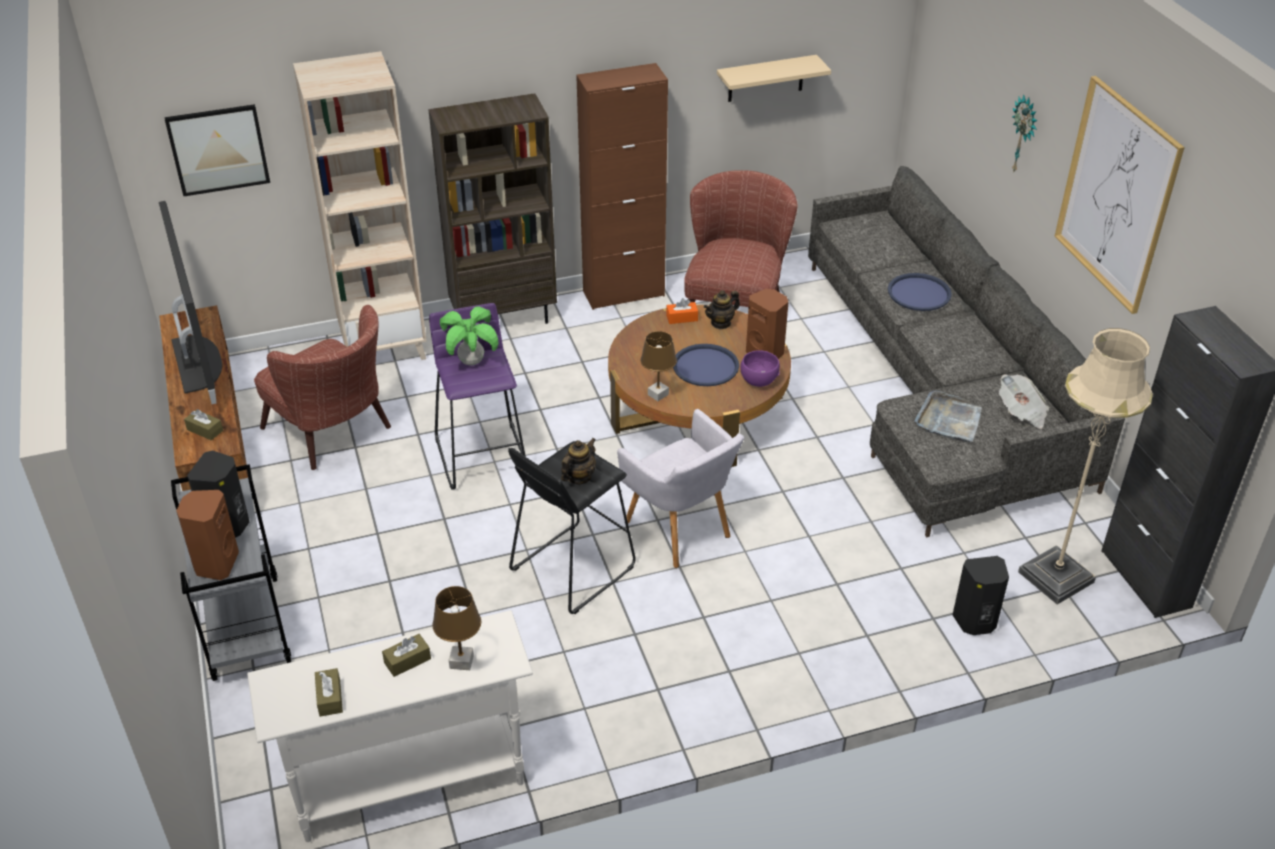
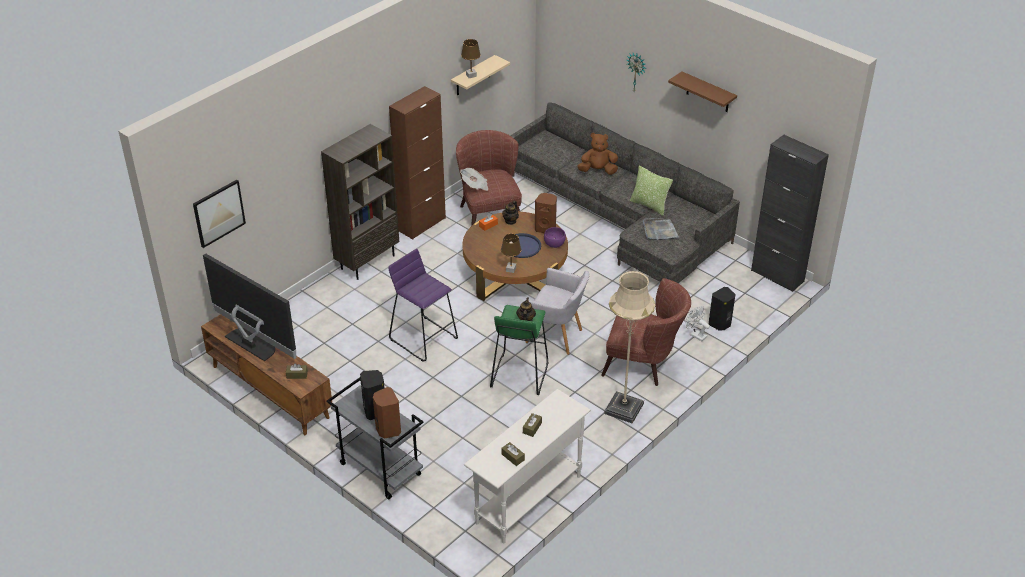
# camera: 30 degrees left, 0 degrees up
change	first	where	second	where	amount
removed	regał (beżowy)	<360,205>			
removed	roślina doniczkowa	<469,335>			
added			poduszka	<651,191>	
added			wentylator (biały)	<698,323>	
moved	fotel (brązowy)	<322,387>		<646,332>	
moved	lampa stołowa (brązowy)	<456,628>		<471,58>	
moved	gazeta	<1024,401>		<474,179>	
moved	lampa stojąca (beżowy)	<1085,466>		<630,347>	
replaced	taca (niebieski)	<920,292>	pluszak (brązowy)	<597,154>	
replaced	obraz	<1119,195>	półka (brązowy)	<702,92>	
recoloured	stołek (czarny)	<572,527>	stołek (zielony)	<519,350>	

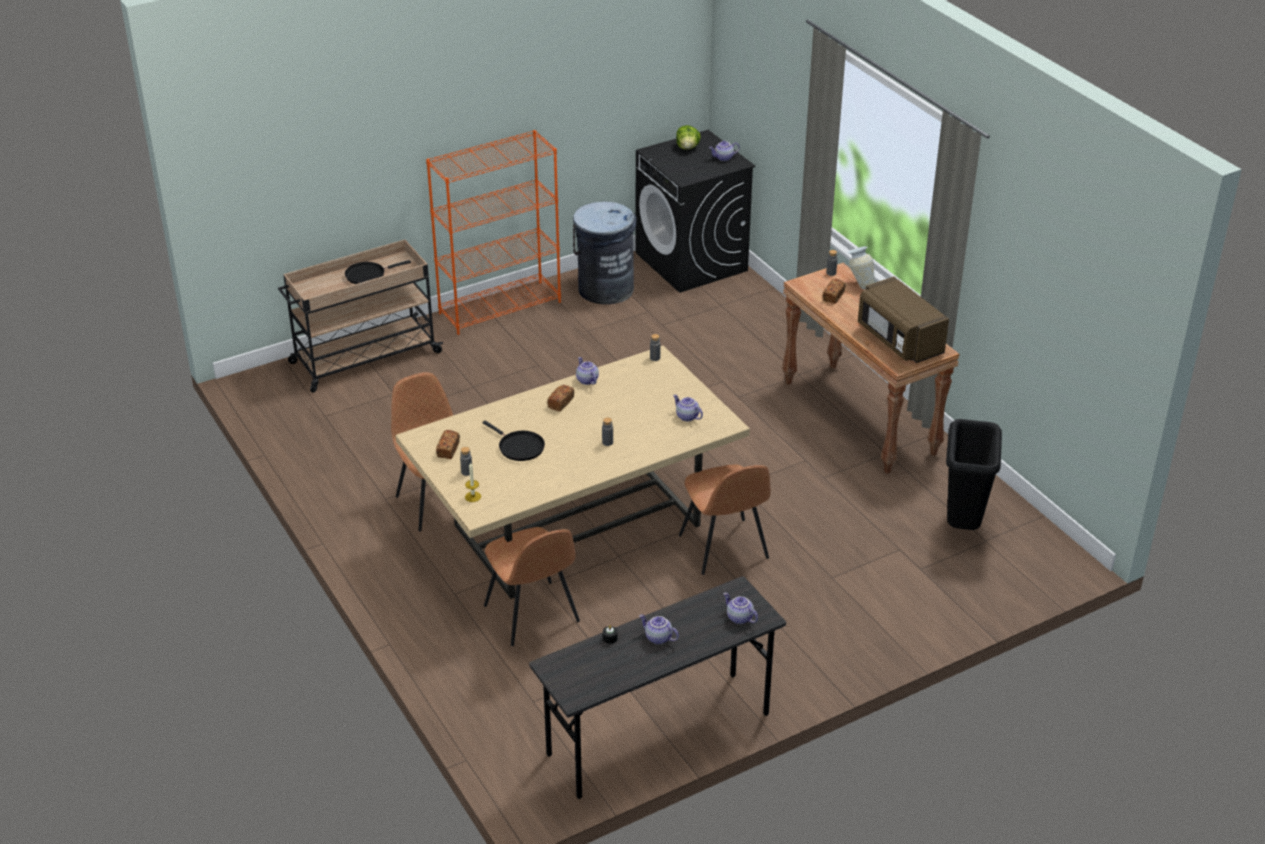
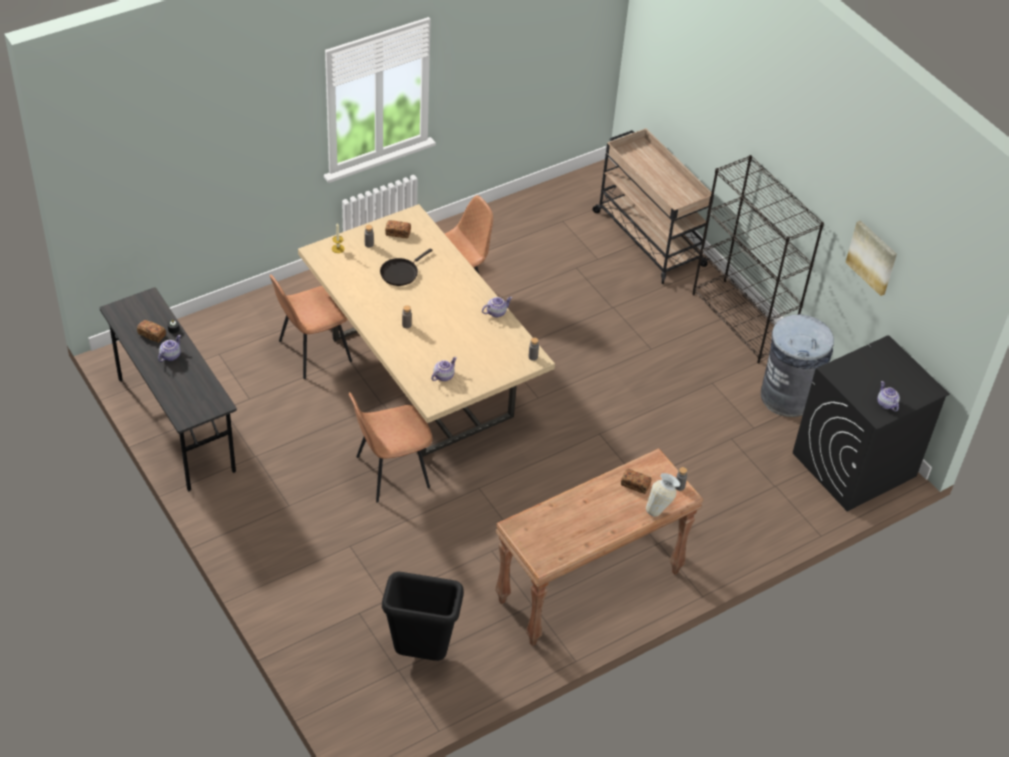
# camera: 85 degrees right, 10 degrees up
change	first	where	second	where	amount
removed	patelnia (czarny)	<378,272>			
removed	sałata	<688,137>			
removed	imbryk	<740,608>			
removed	mikrofalówka (brązowy)	<903,320>			
added			obraz	<871,258>	
moved	chleb	<560,398>		<151,331>	
recoloured	regał (pomarańczowy)	<493,232>	regał (czarny)	<758,259>	

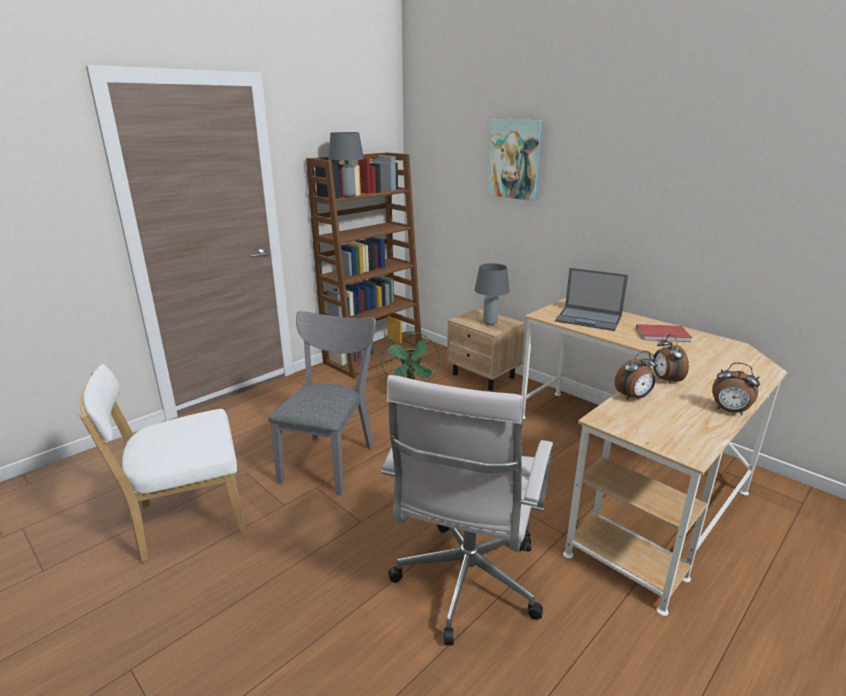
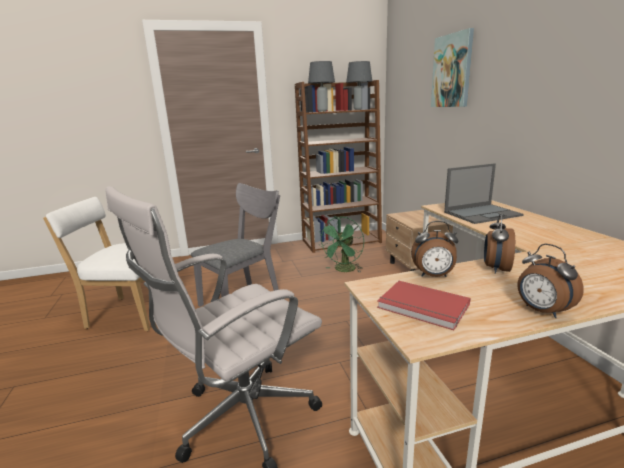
# camera: 30 degrees right, 5 degrees down
change	first	where	second	where	amount
moved	lampa stołowa (szary)	<492,294>		<359,85>	
moved	książka (czerwony)	<664,333>		<423,305>	
turned	laptop	<591,299>		<484,193>	75 degrees counterclockwise

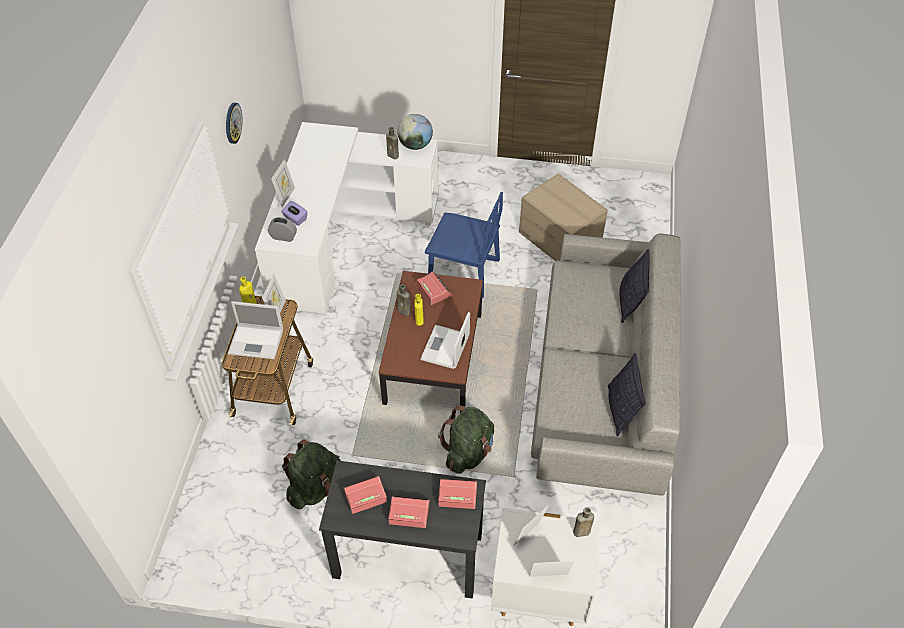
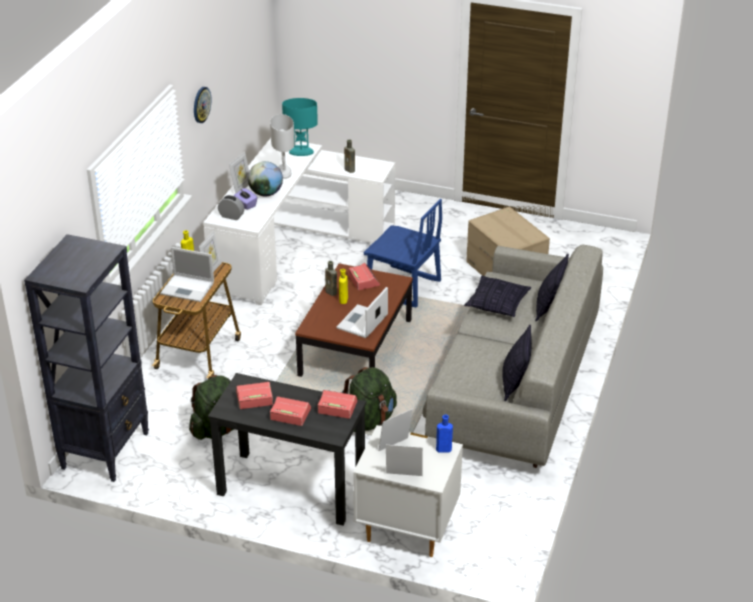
# camera: 10 degrees right, 15 degrees down
change	first	where	second	where	amount
added			regał (czarny)	<86,358>	
added			lampa stołowa (biały)	<282,146>	
added			lampa stołowa (turkusowy)	<300,127>	
added			poduszka	<497,296>	
moved	globus	<415,132>		<265,178>	
recoloured	butelka (brązowy)	<583,522>	butelka (niebieski)	<444,434>	

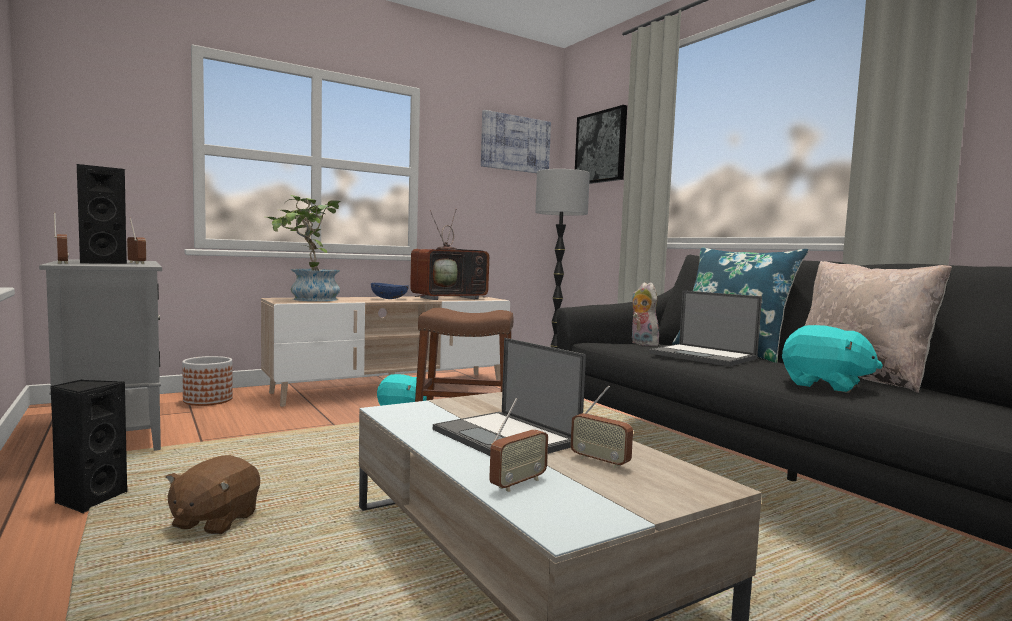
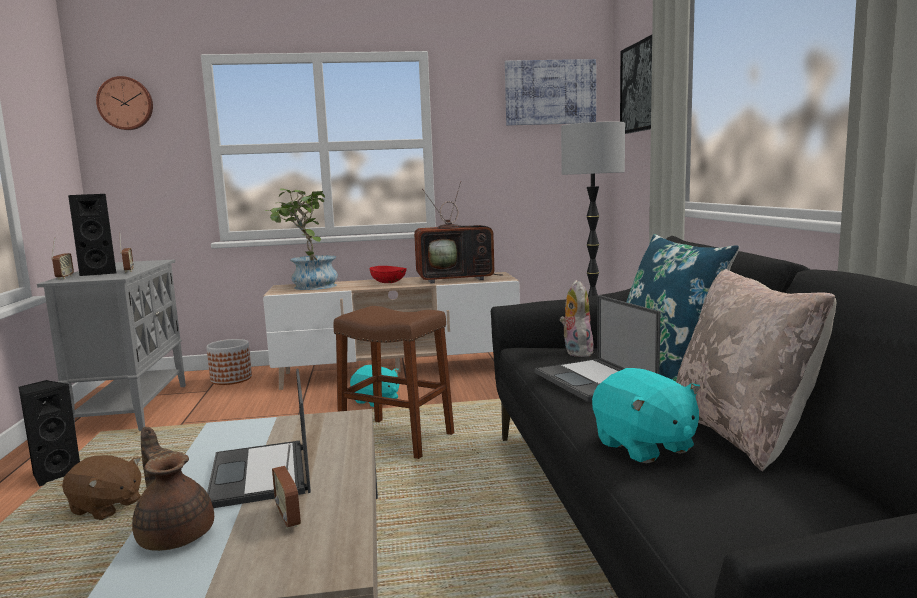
# camera: 25 degrees right, 5 degrees up
change	first	where	second	where	amount
added			zegar ścienny	<124,103>	
replaced	radio	<518,445>	imbryk (brązowy)	<173,489>	
recoloured	miska (niebieski)	<390,291>	miska (czerwony)	<388,274>	
turned	pluszak (brązowy)	<212,494>		<101,487>	105 degrees counterclockwise

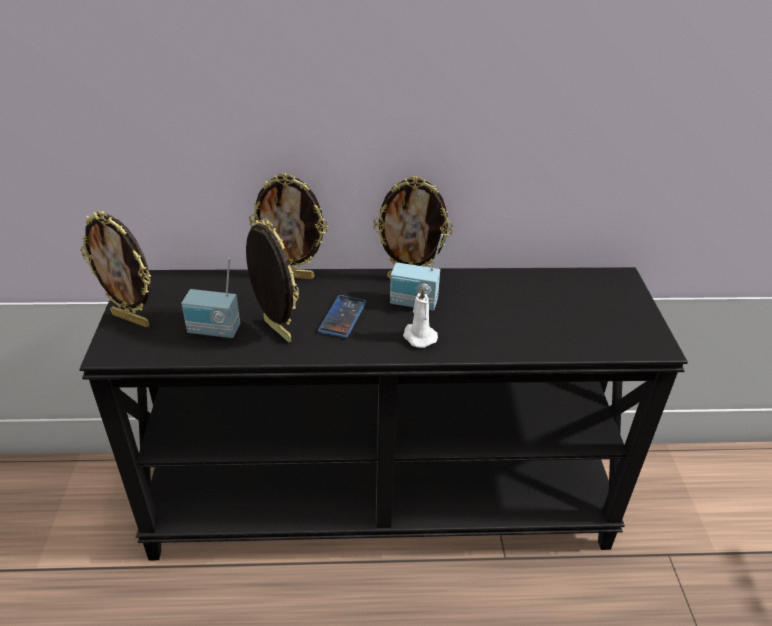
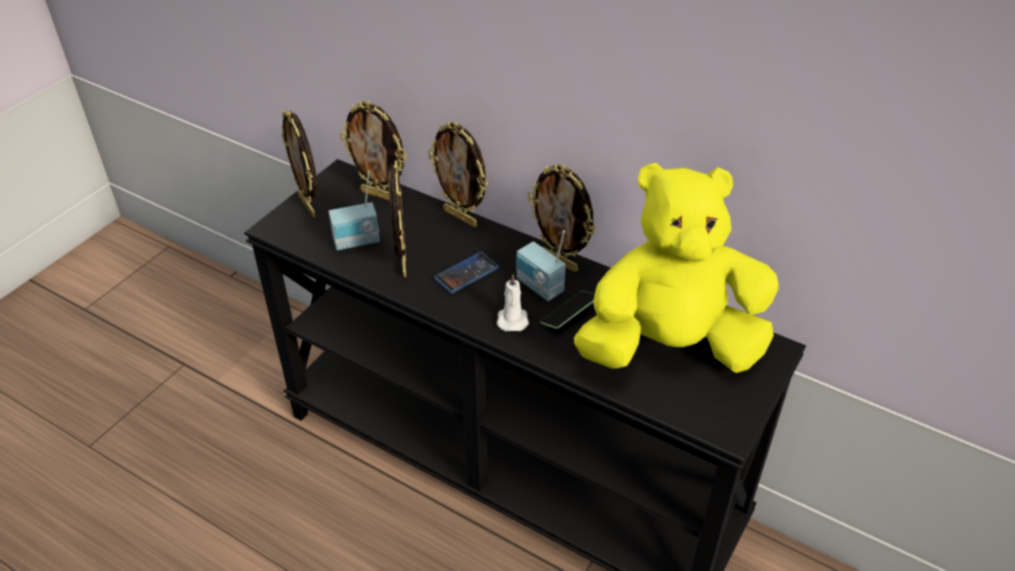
# camera: 35 degrees right, 5 degrees up
change	first	where	second	where	amount
added			ramka na zdjęcie	<373,151>	
added			telefon	<567,310>	
added			pluszak (żółty)	<676,268>	
turned	radio	<210,298>		<354,210>	60 degrees counterclockwise

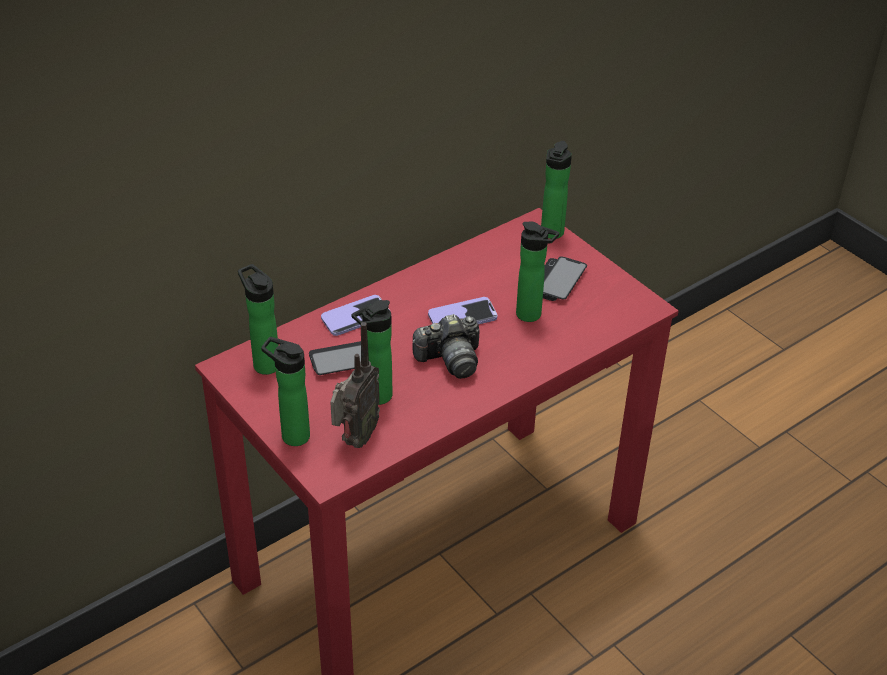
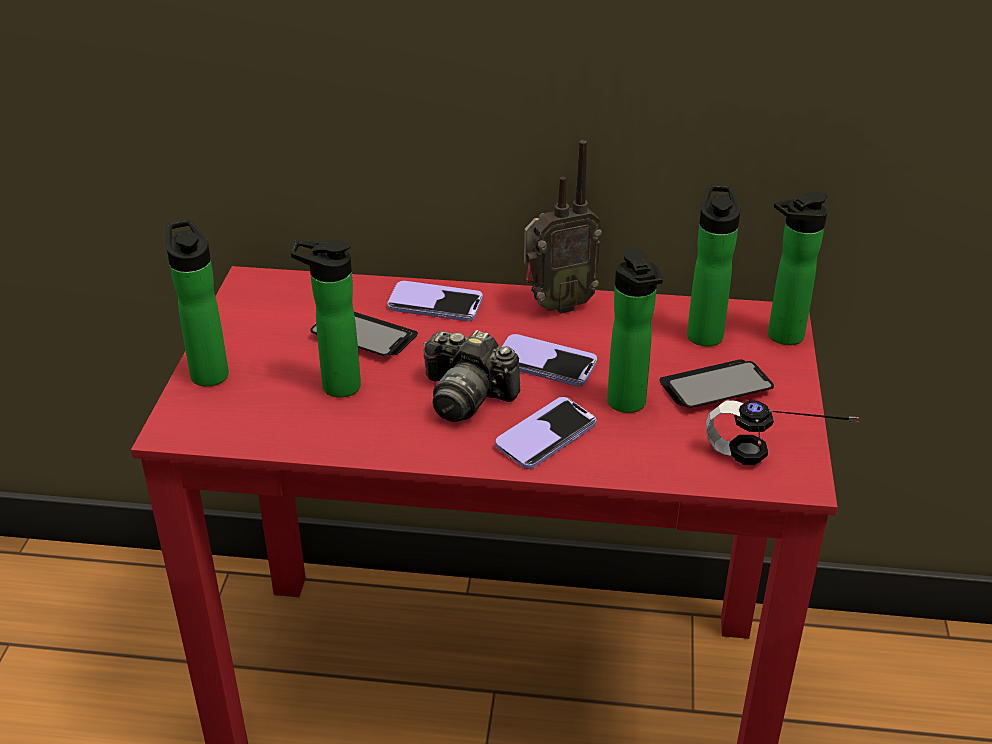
# camera: 45 degrees right, 5 degrees down
change	first	where	second	where	amount
added			telefon	<545,433>	
added			słuchawki	<782,433>	
moved	butelka	<258,319>		<714,265>	
moved	radio	<355,385>		<563,227>	

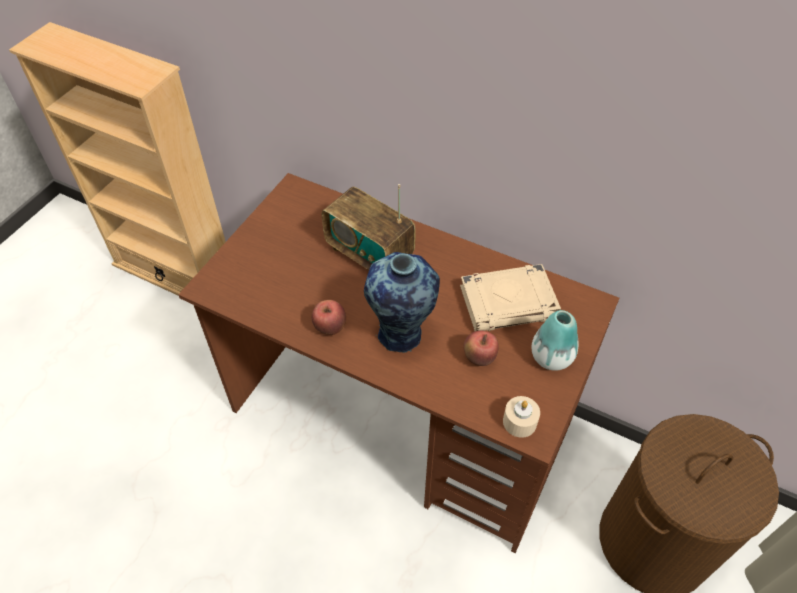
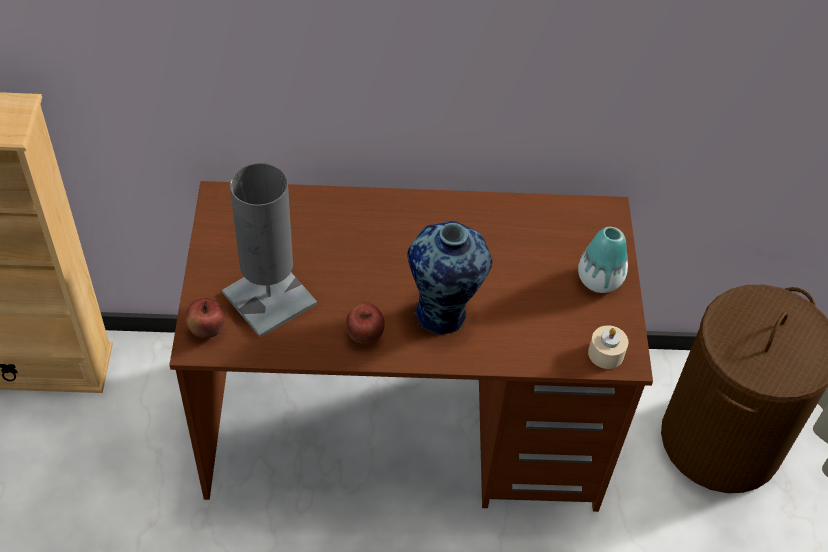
# camera: 30 degrees left, 0 degrees up
change	first	where	second	where	amount
removed	radio	<369,227>			
removed	książka (beżowy)	<510,297>			
added			lampa stołowa (szary)	<269,250>	
moved	jabłko	<481,348>		<205,318>	

